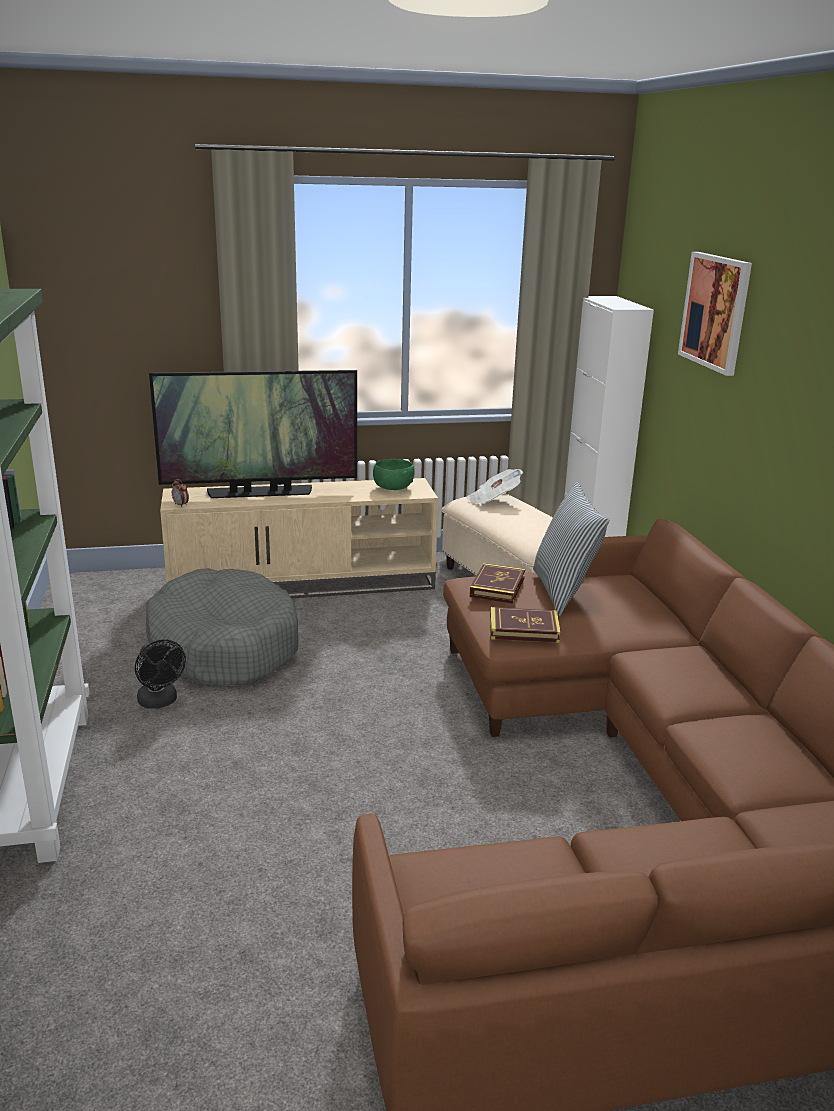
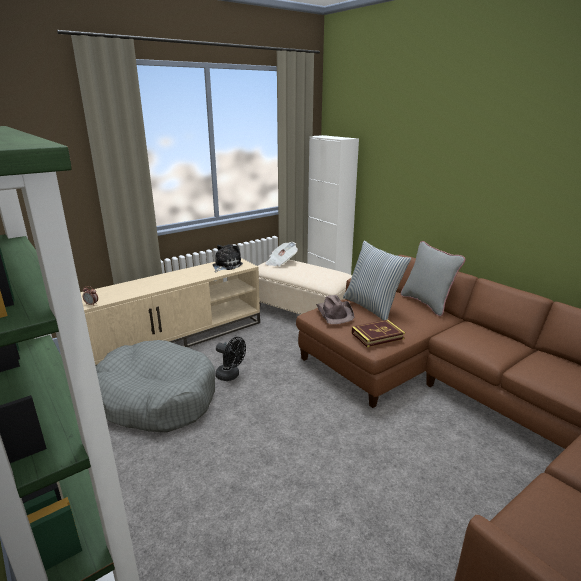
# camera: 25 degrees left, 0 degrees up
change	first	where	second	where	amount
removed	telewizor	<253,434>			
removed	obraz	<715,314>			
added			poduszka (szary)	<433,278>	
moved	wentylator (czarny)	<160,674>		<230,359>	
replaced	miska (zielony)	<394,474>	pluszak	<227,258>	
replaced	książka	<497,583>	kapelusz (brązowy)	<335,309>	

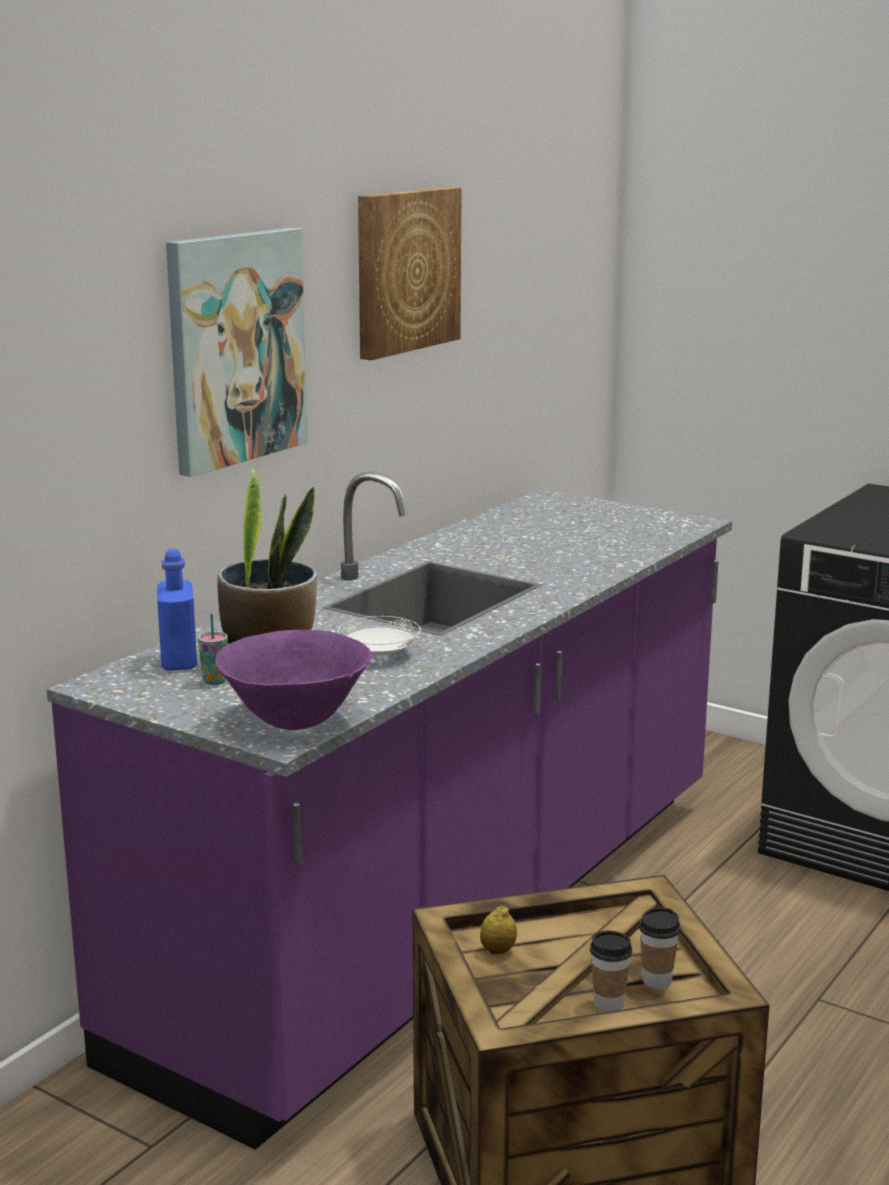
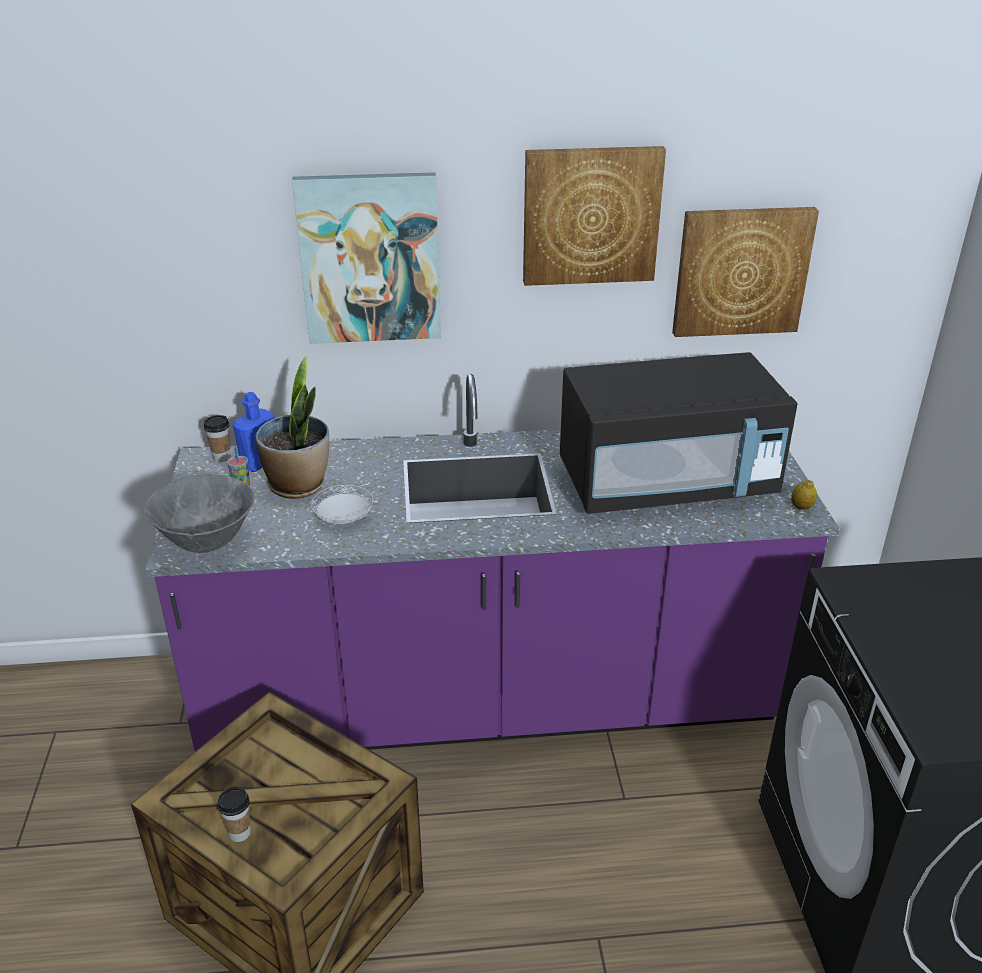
# camera: 50 degrees right, 15 degrees up
change	first	where	second	where	amount
added			mikrofalówka (czarny)	<679,433>	
added			obraz	<745,272>	
moved	cytryna	<498,930>		<804,495>	
moved	filiżanka	<660,948>		<217,438>	
recoloured	miska (fioletowy)	<293,680>	miska (szary)	<199,513>	

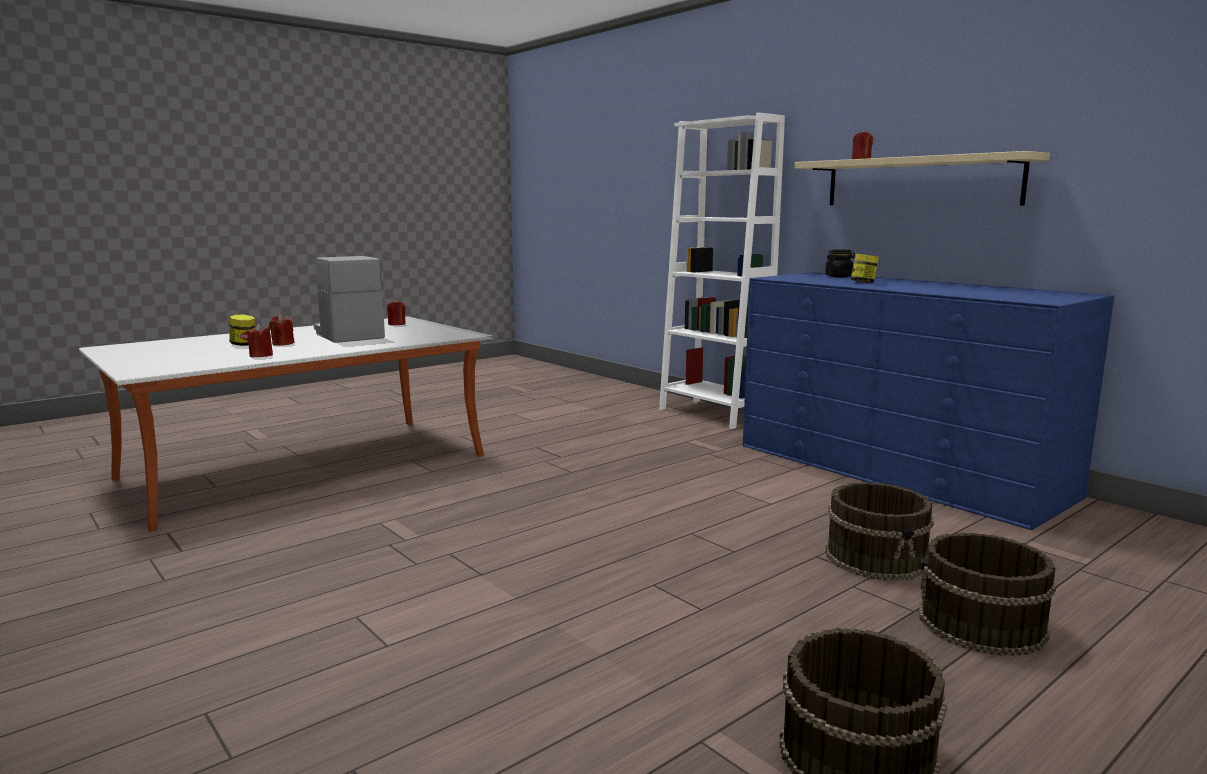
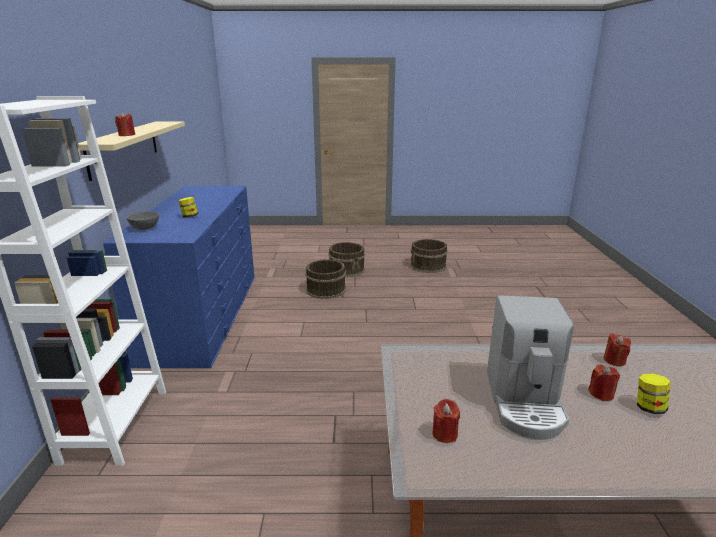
# camera: 140 degrees left, 10 degrees up
change	first	where	second	where	amount
replaced	słoik (czarny)	<840,263>	miska (szary)	<143,220>	

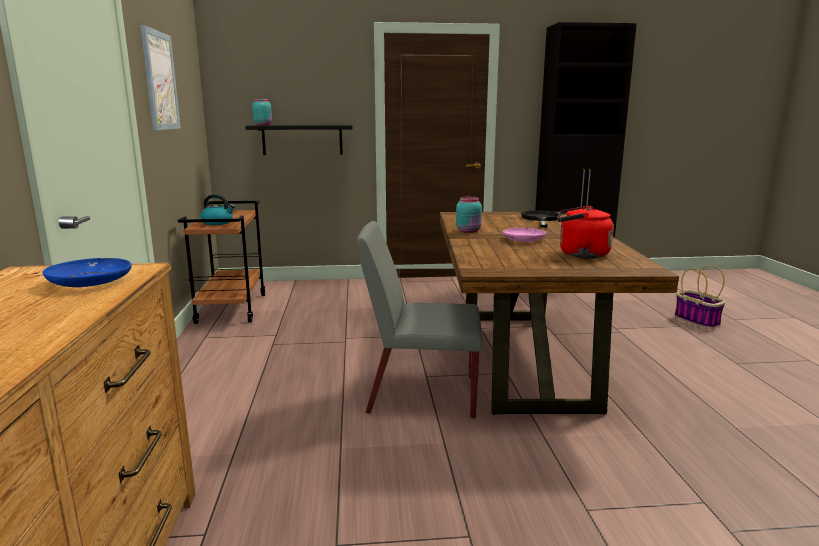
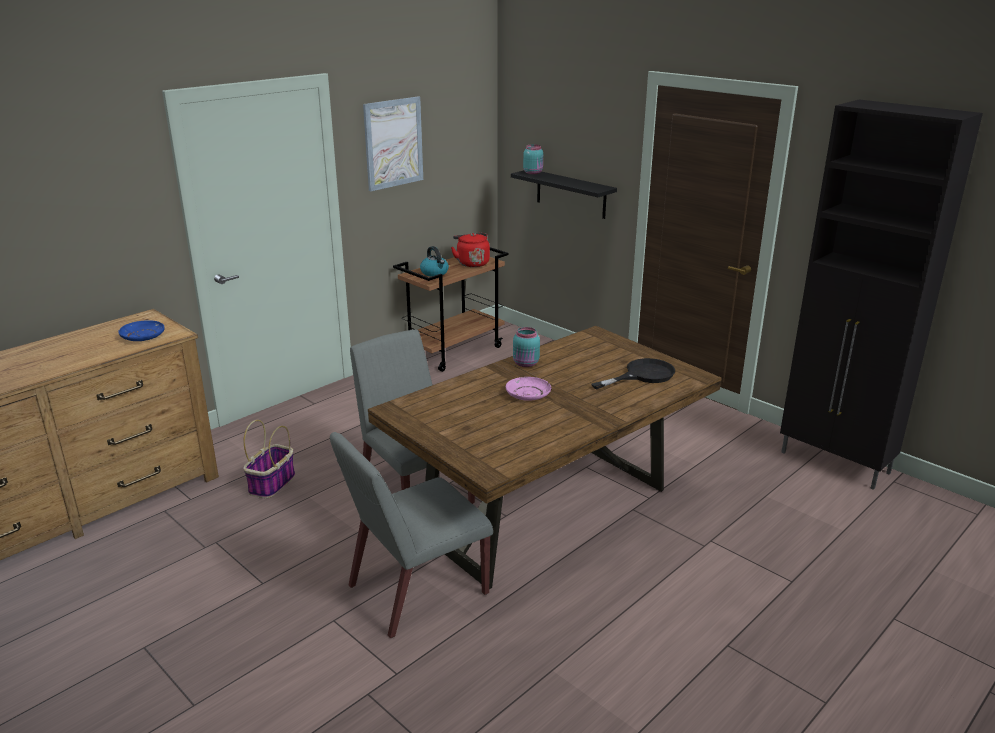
# camera: 50 degrees right, 10 degrees up
change	first	where	second	where	amount
added			krzesło (szary)	<411,535>	
moved	czajnik (czerwony)	<585,232>		<470,250>	
moved	koszyk	<700,297>		<269,459>	

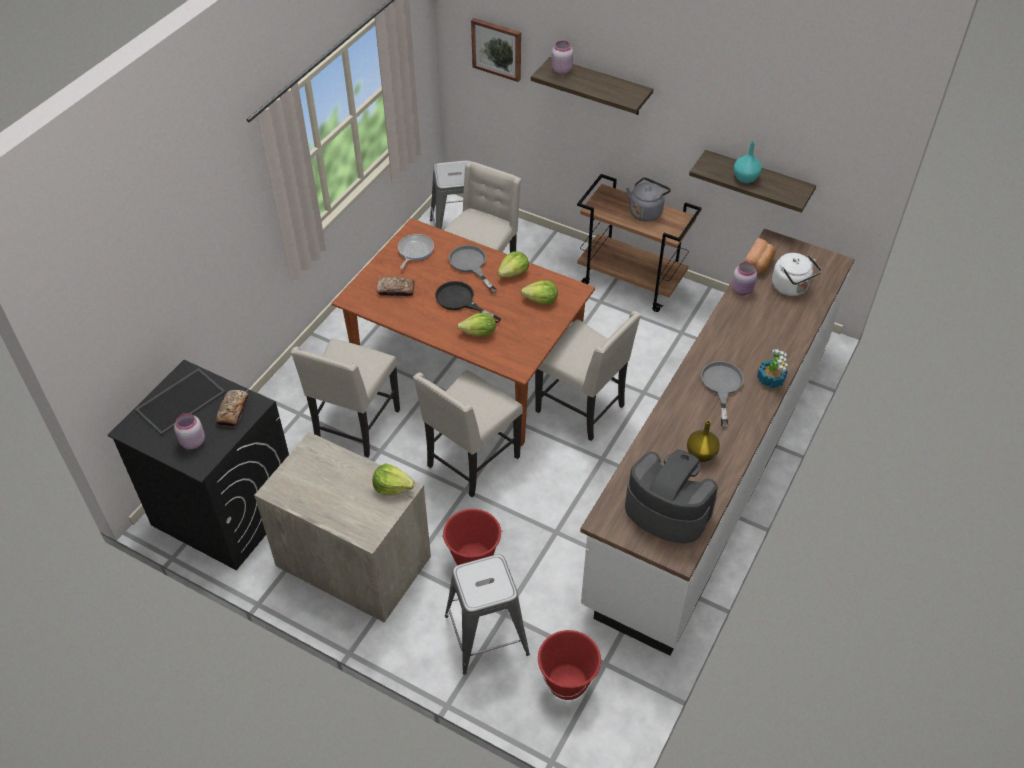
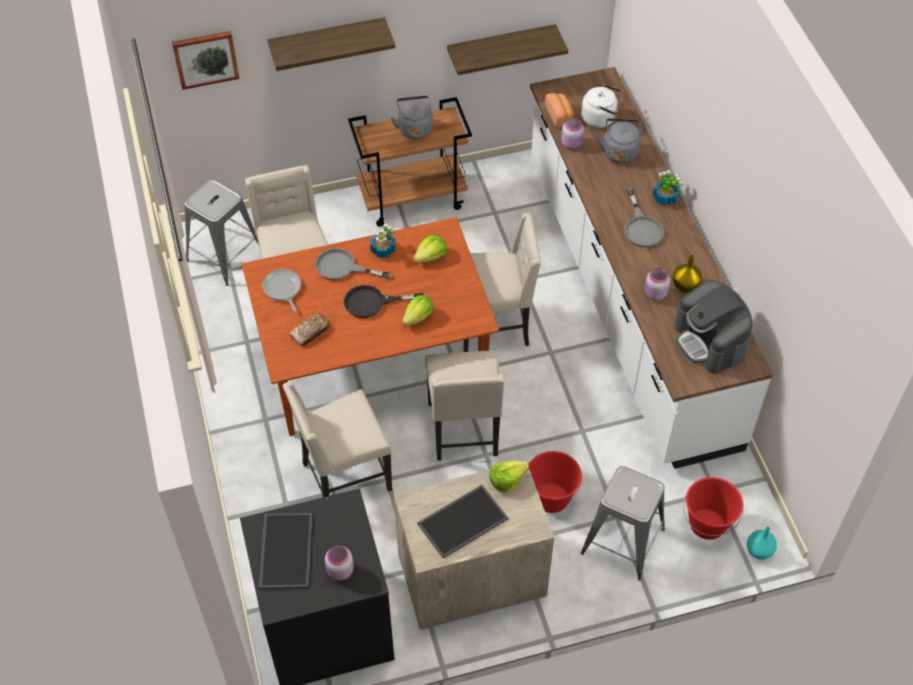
# camera: 45 degrees left, 5 degrees up
change	first	where	second	where	amount
removed	chleb	<232,408>			
added			taca	<462,521>	
added			czajnik (szary)	<618,141>	
moved	słoik (różowy)	<562,57>		<657,284>	
moved	wazon (turkusowy)	<748,162>		<762,543>	
replaced	sałata	<513,264>	roślina doniczkowa	<382,240>	
turned	krzesło (beżowy)	<345,397>		<337,439>	90 degrees clockwise
turned	ekspres do kawy	<671,497>		<713,327>	105 degrees counterclockwise
turned	patelnia (szary)	<722,394>		<644,217>	150 degrees counterclockwise

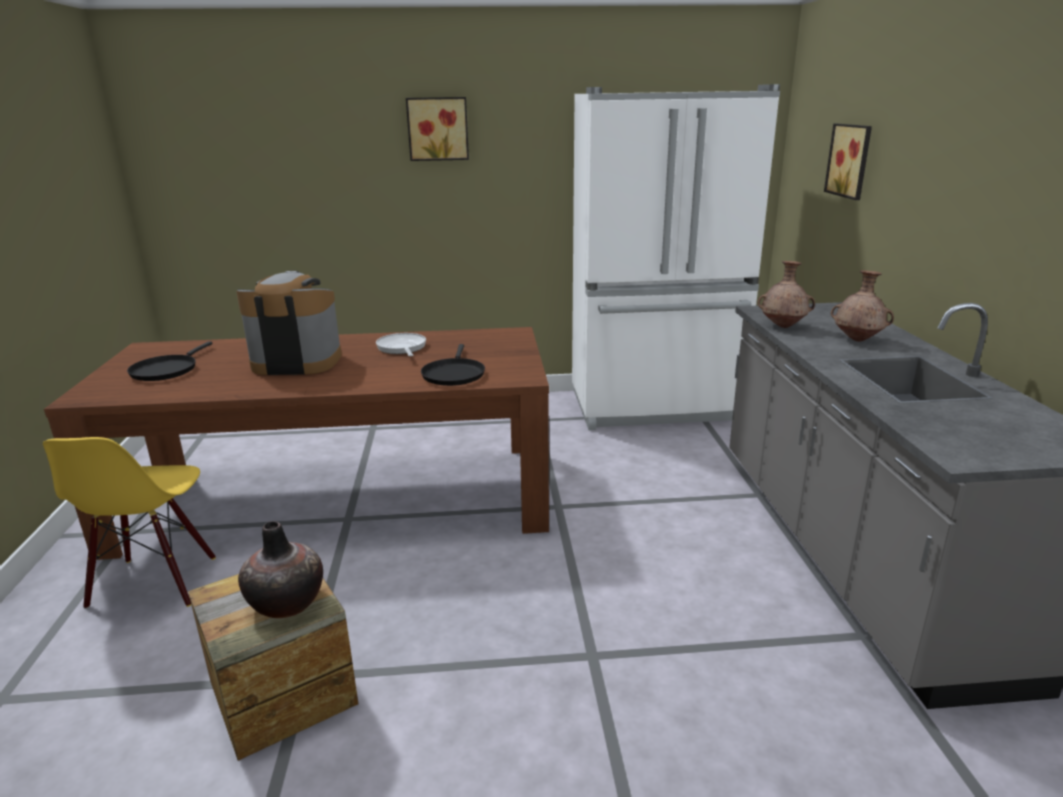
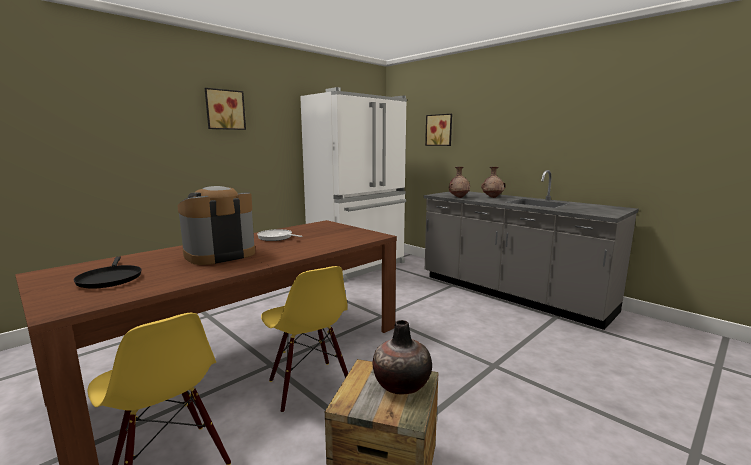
# camera: 40 degrees left, 10 degrees down
change	first	where	second	where	amount
removed	patelnia (czarny)	<453,365>			
added			krzesło (żółty)	<304,339>	

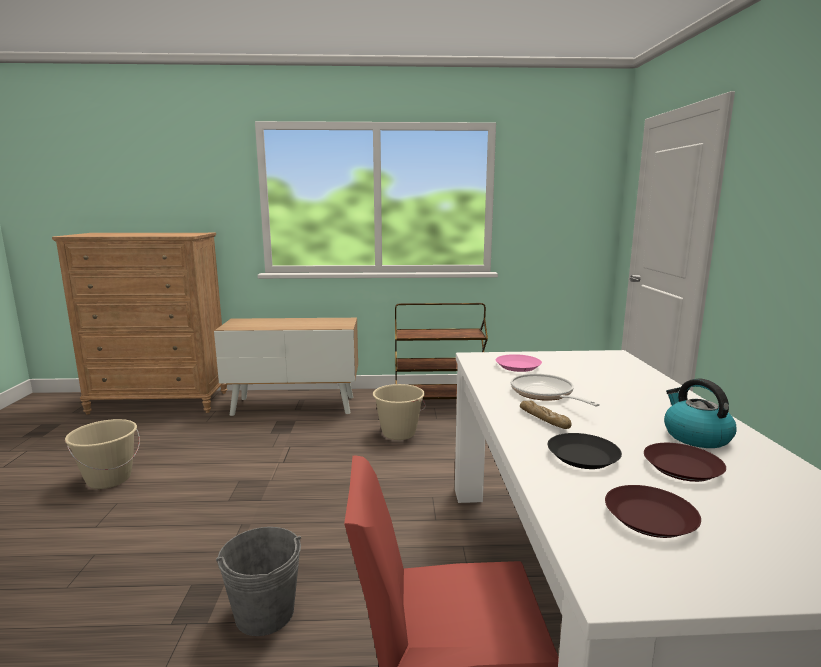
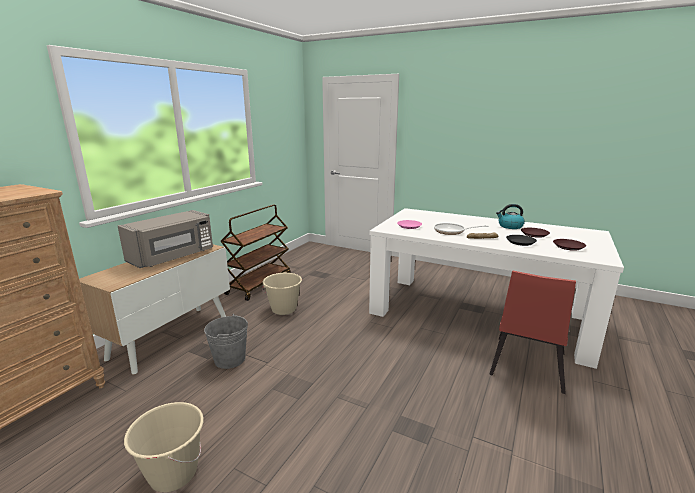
# camera: 60 degrees left, 5 degrees up
change	first	where	second	where	amount
added			mikrofalówka (szary)	<165,239>	
moved	wiadro (szary)	<258,581>		<226,341>	

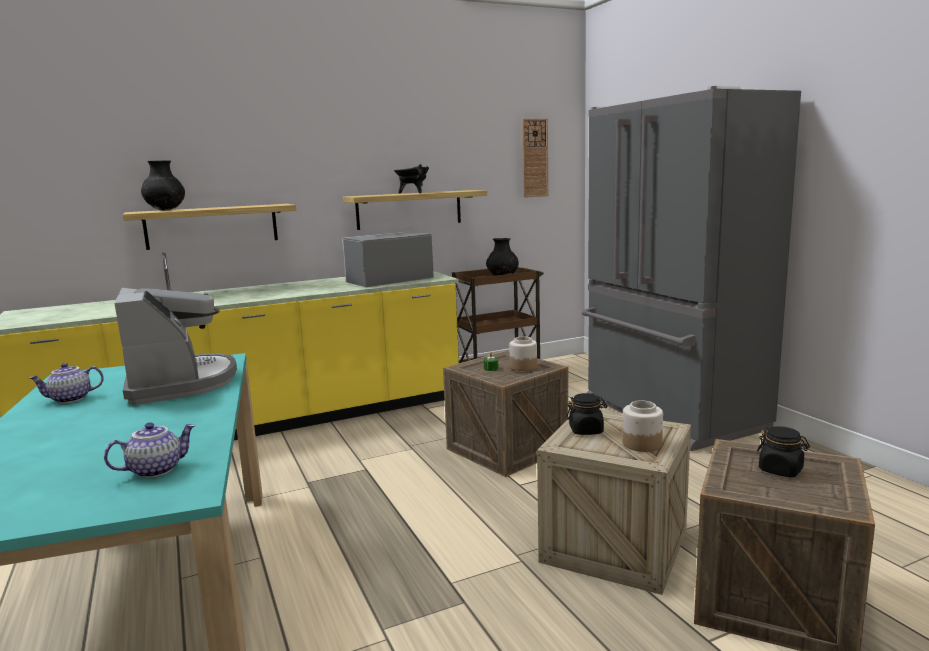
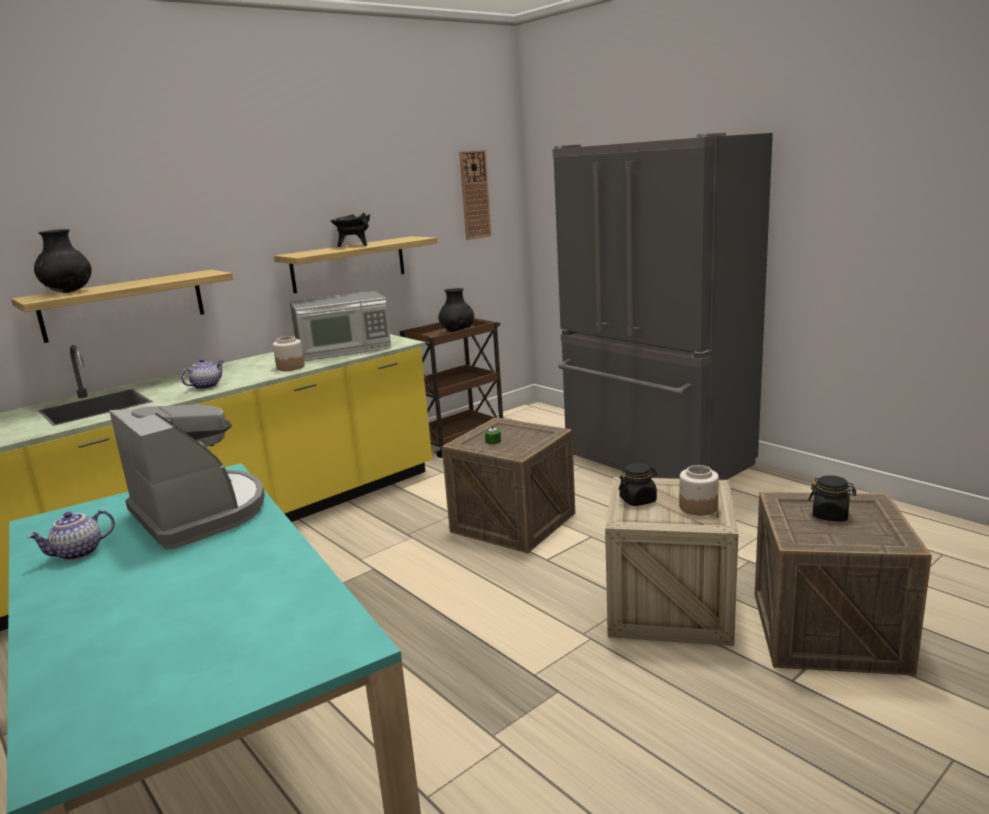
# camera: 15 degrees left, 5 degrees up
change	first	where	second	where	amount
moved	imbryk	<150,450>		<202,374>	
moved	słoik	<523,353>		<289,353>	
turned	mikrofalówka	<388,259>		<340,326>	150 degrees counterclockwise

